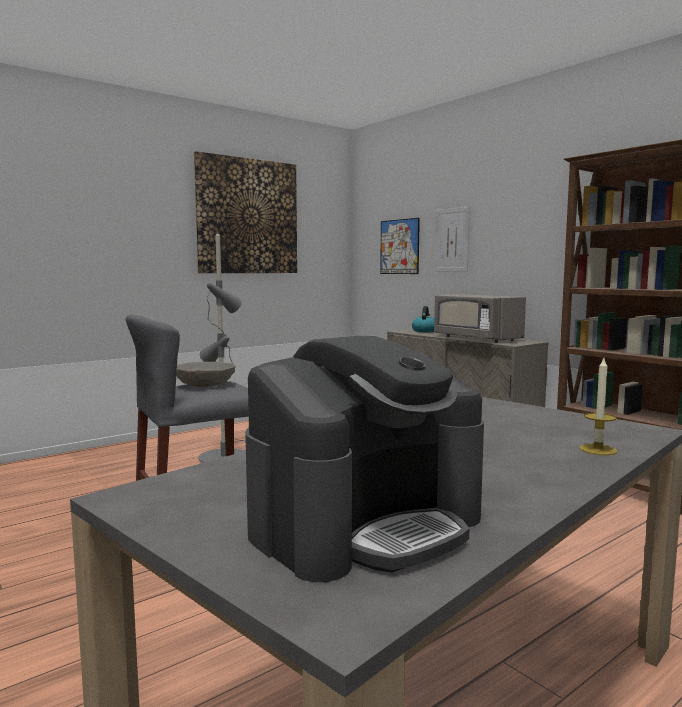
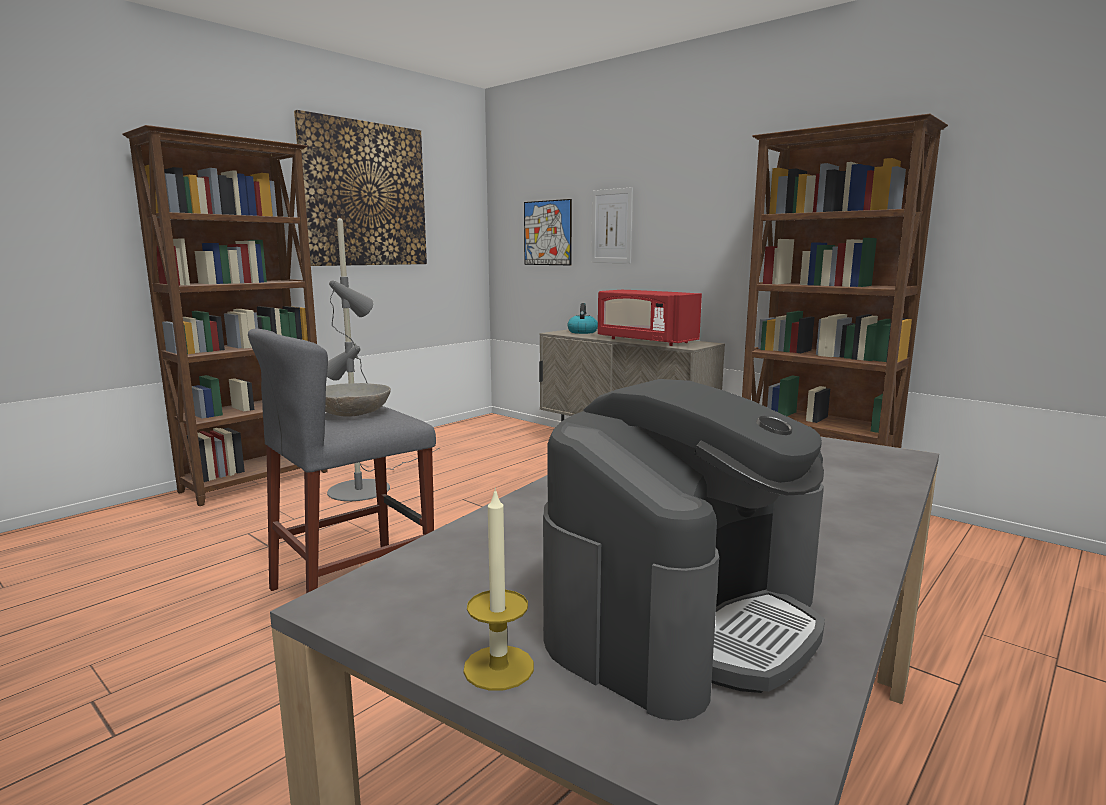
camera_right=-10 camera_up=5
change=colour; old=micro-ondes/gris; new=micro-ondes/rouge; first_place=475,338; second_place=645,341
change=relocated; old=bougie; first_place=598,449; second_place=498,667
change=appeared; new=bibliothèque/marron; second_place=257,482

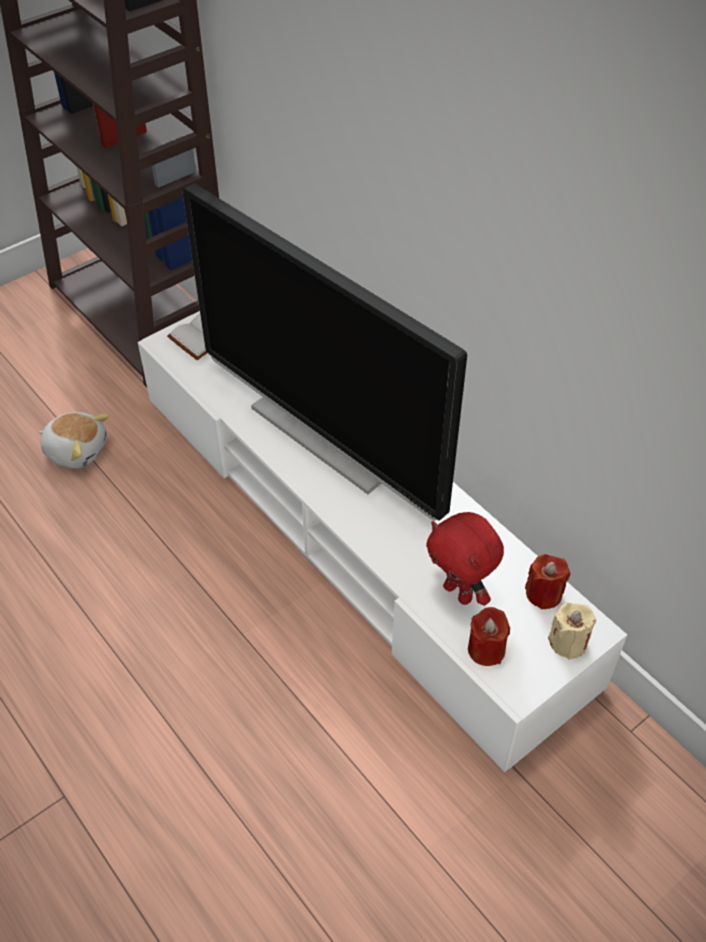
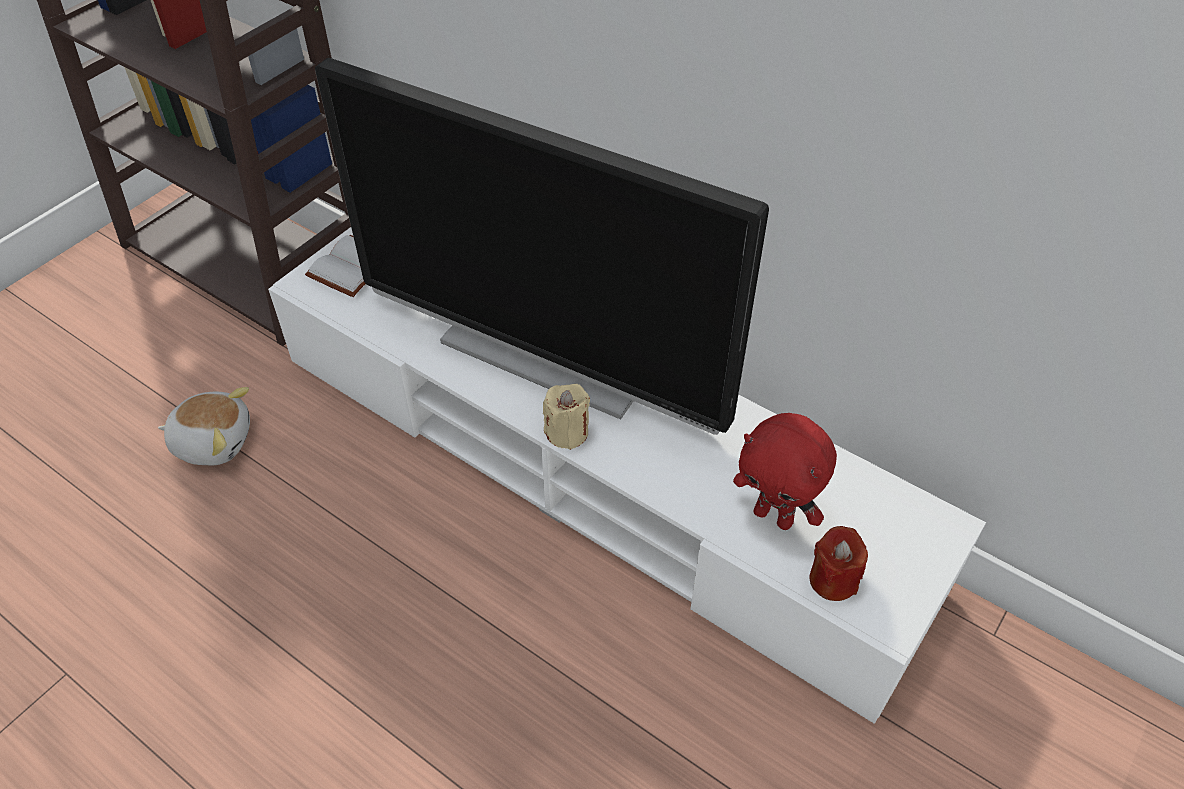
camera_right=-15 camera_up=0
change=missing; old=bougie/rouge; first_place=544,594
change=relocated; old=bougie/beige; first_place=568,642; second_place=567,432

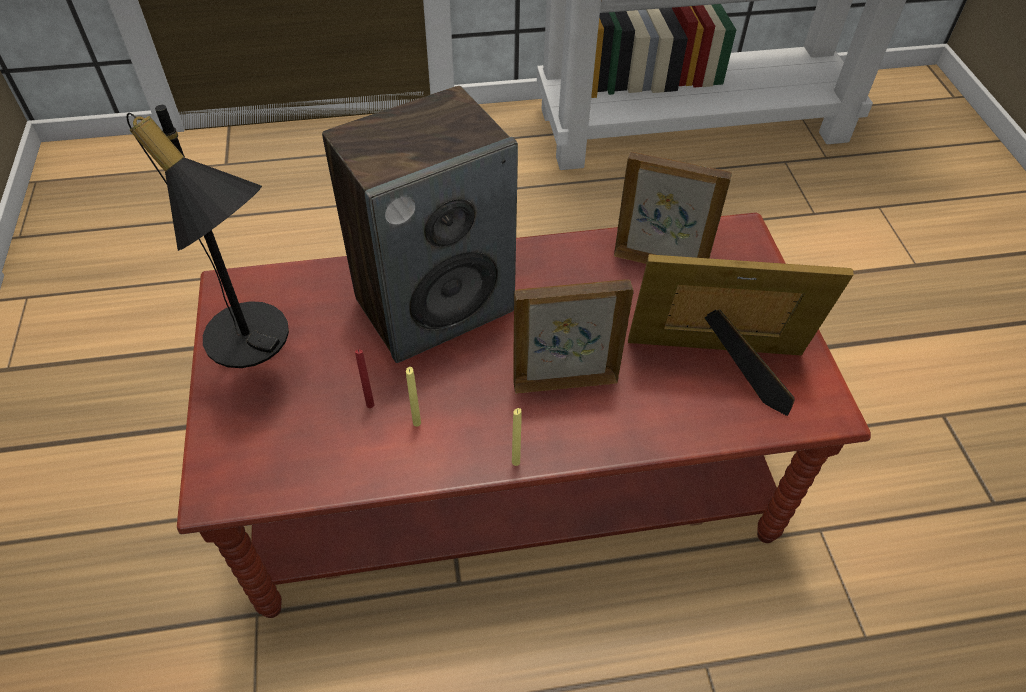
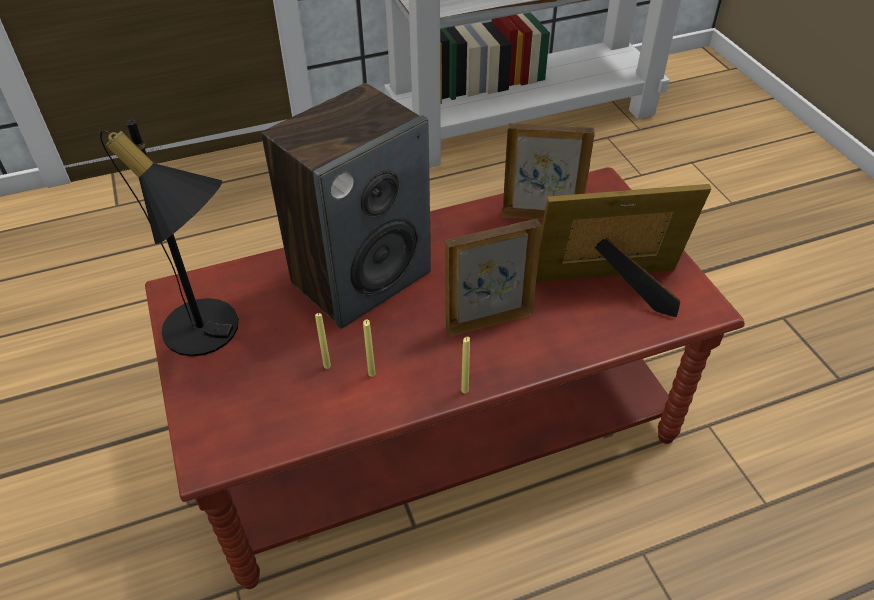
camera_right=-10 camera_up=-5
change=colour; old=bougie/rouge; new=bougie/jaune; first_place=370,405; second_place=327,366

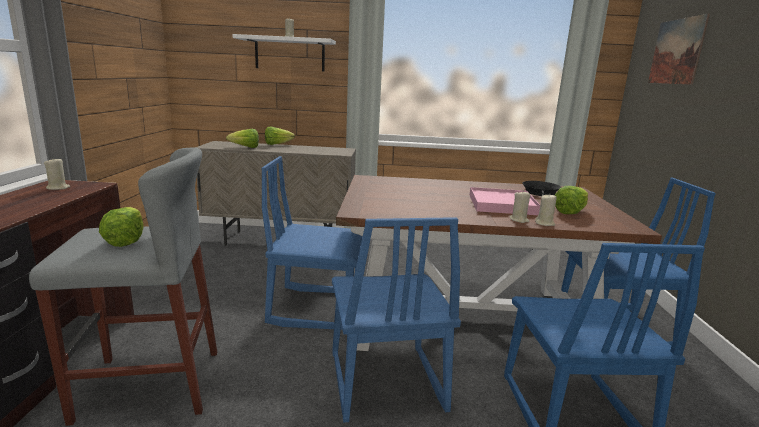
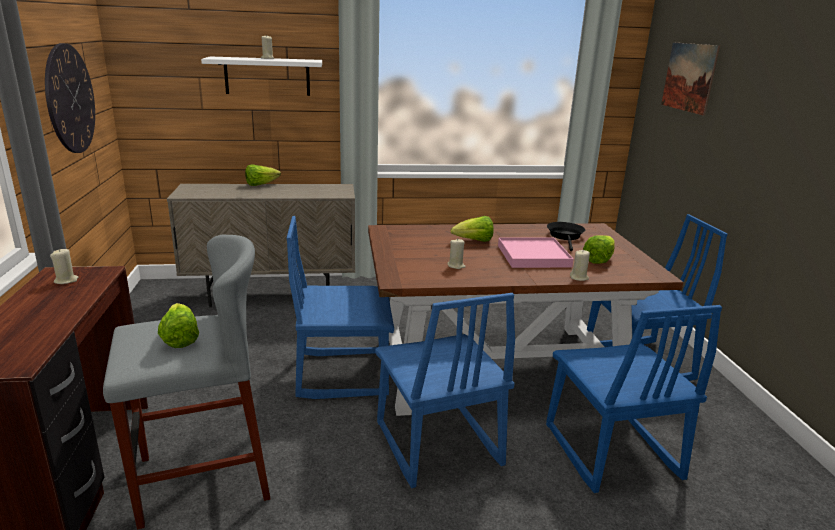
camera_right=-10 camera_up=5
change=relocated; old=laitue; first_place=245,147; second_place=474,241
change=relocated; old=bougie/beige; first_place=519,220; second_place=456,266
change=appeared; new=horloge murale; second_place=70,99

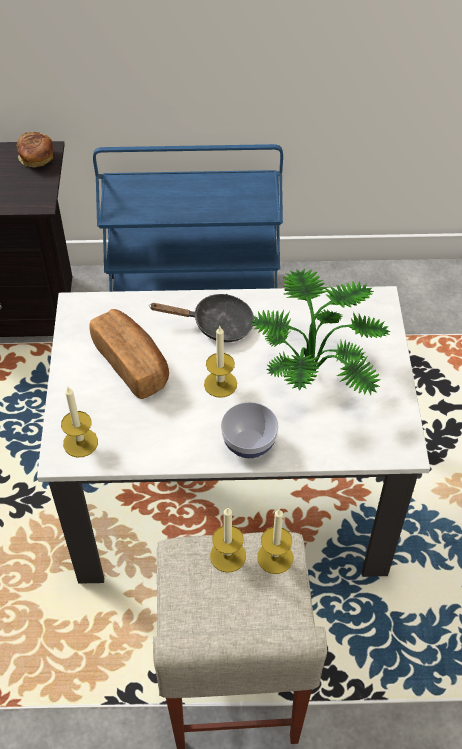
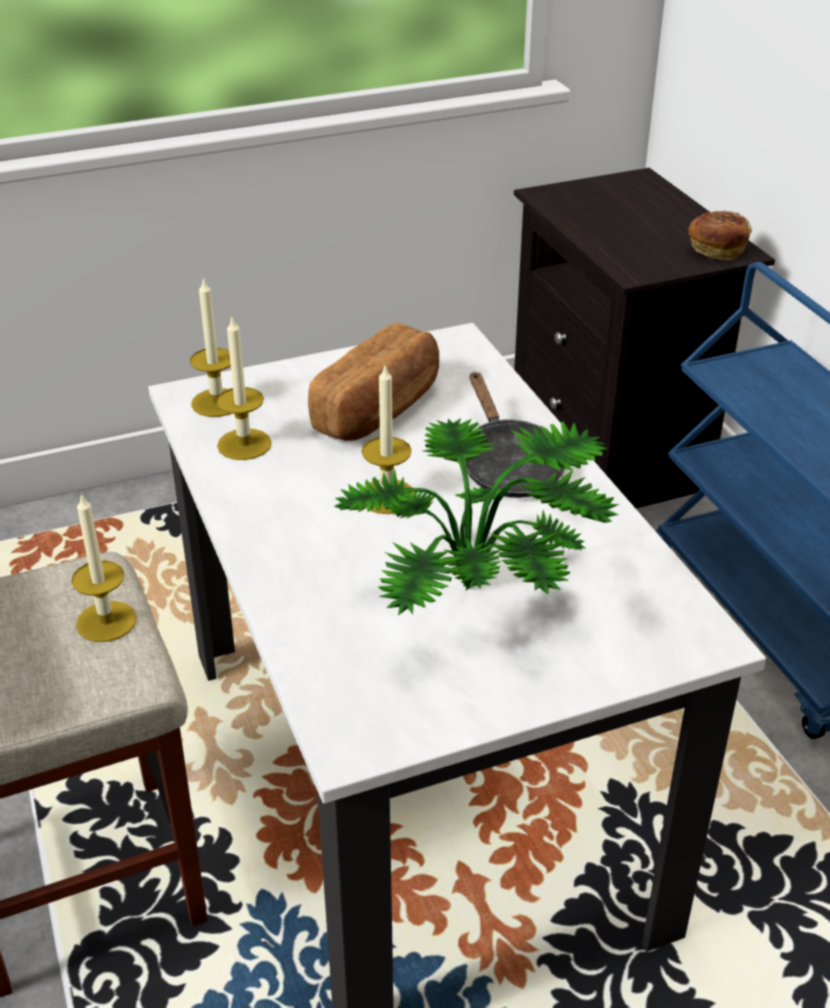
camera_right=70 camera_up=-15
change=missing; old=bol; first_place=249,444
change=relocated; old=bougie; first_place=275,557; second_place=244,444

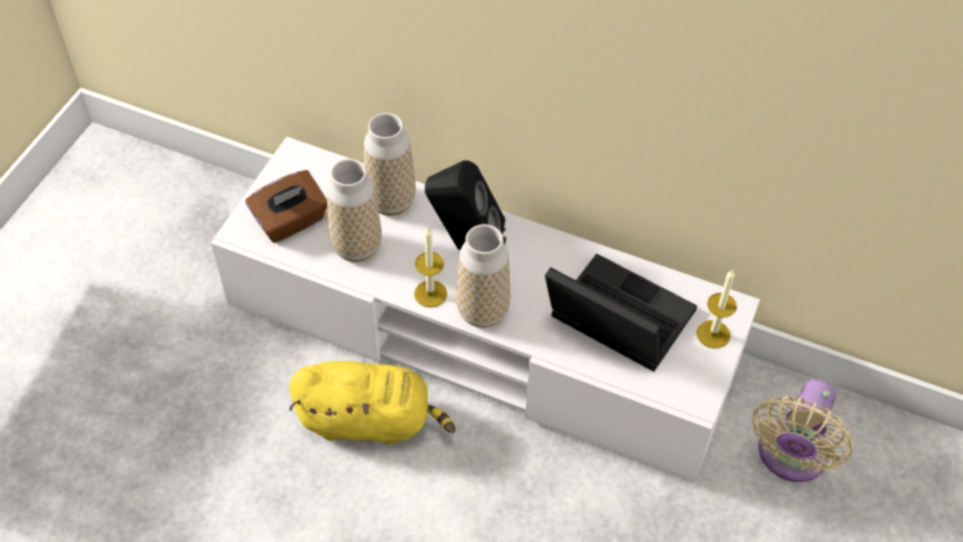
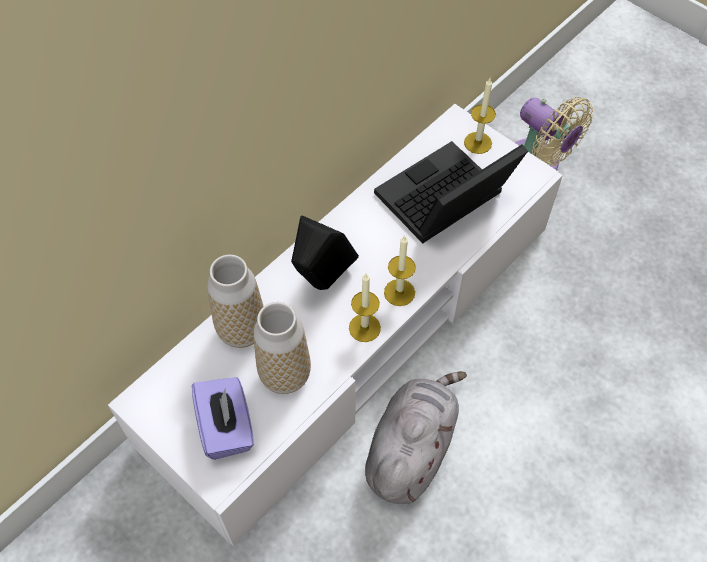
camera_right=-70 camera_up=5
change=colour; old=boîte à mouchoirs/marron; new=boîte à mouchoirs/violet; first_place=291,222; second_place=227,427
change=colour; old=peluche/jaune; new=peluche/gris; first_place=370,420; second_place=411,448
change=exchanged; old=vase; new=bougie; first_place=482,311; second_place=399,292

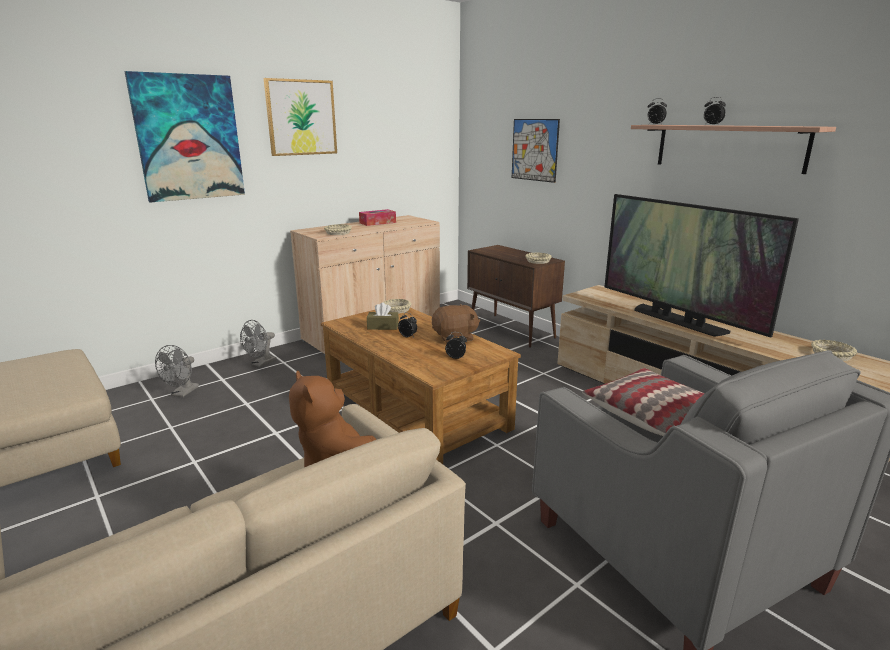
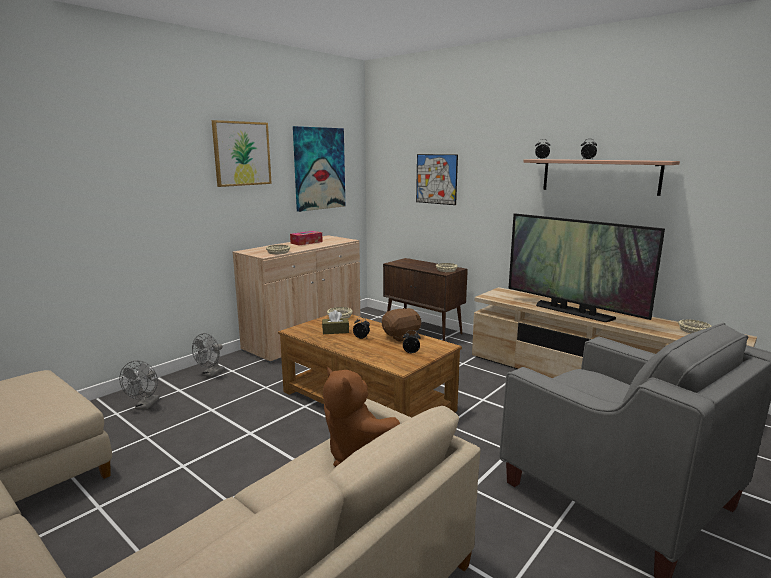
camera_right=-10 camera_up=-5
change=relocated; old=tableau; first_place=188,138; second_place=319,168
change=missing; old=coussin; first_place=652,413

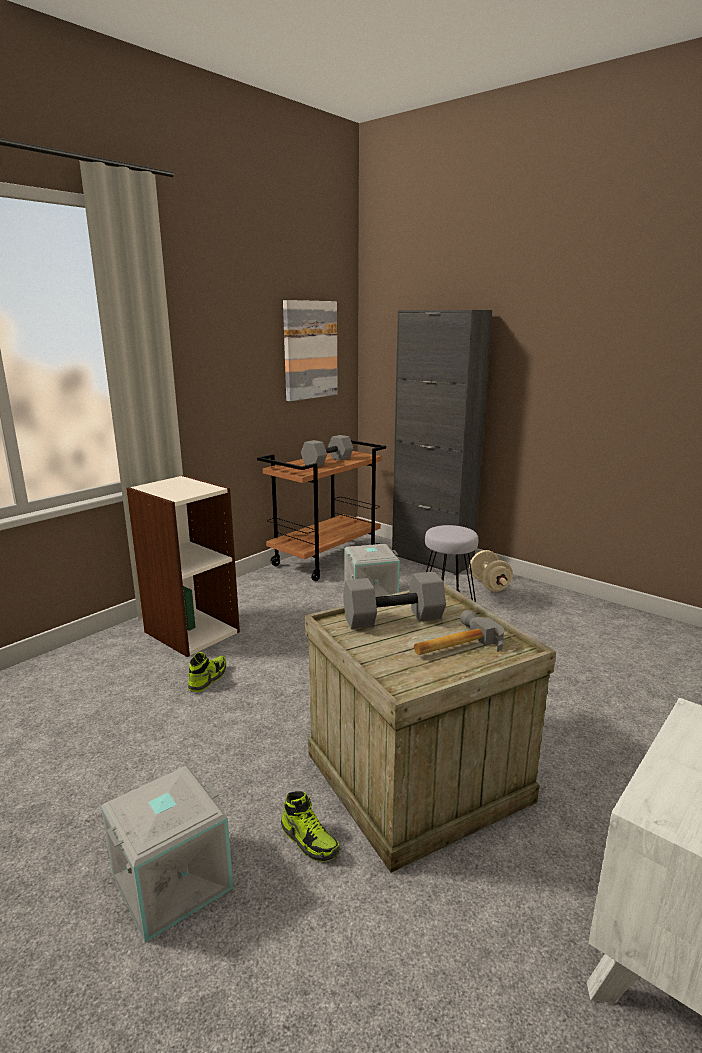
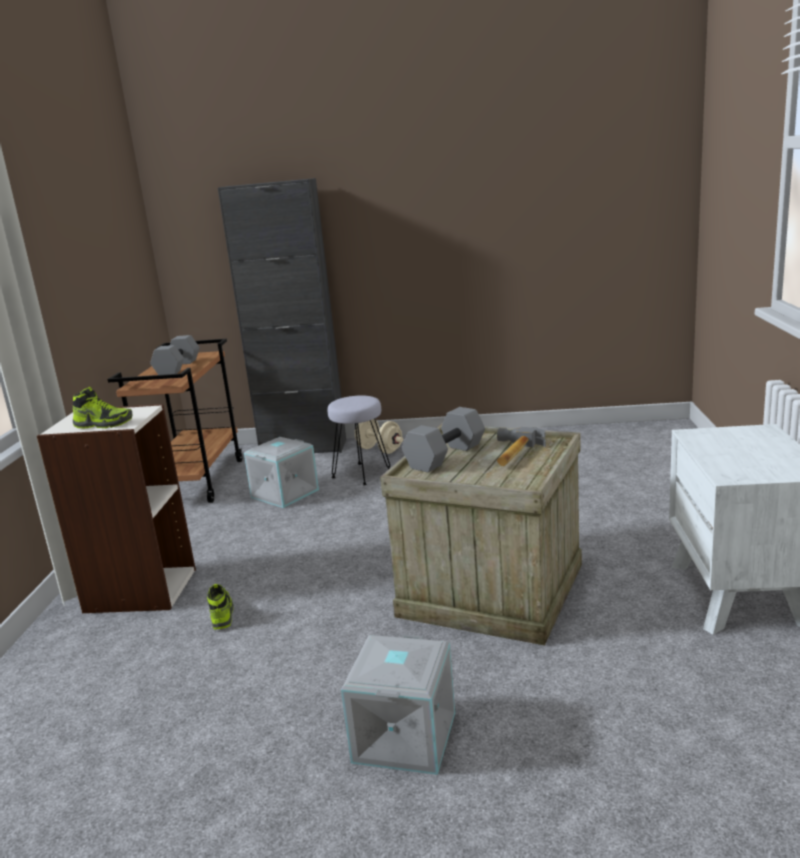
camera_right=-35 camera_up=0
change=relocated; old=chaussure; first_place=309,840; second_place=104,424
change=missing; old=tableau; first_place=309,350

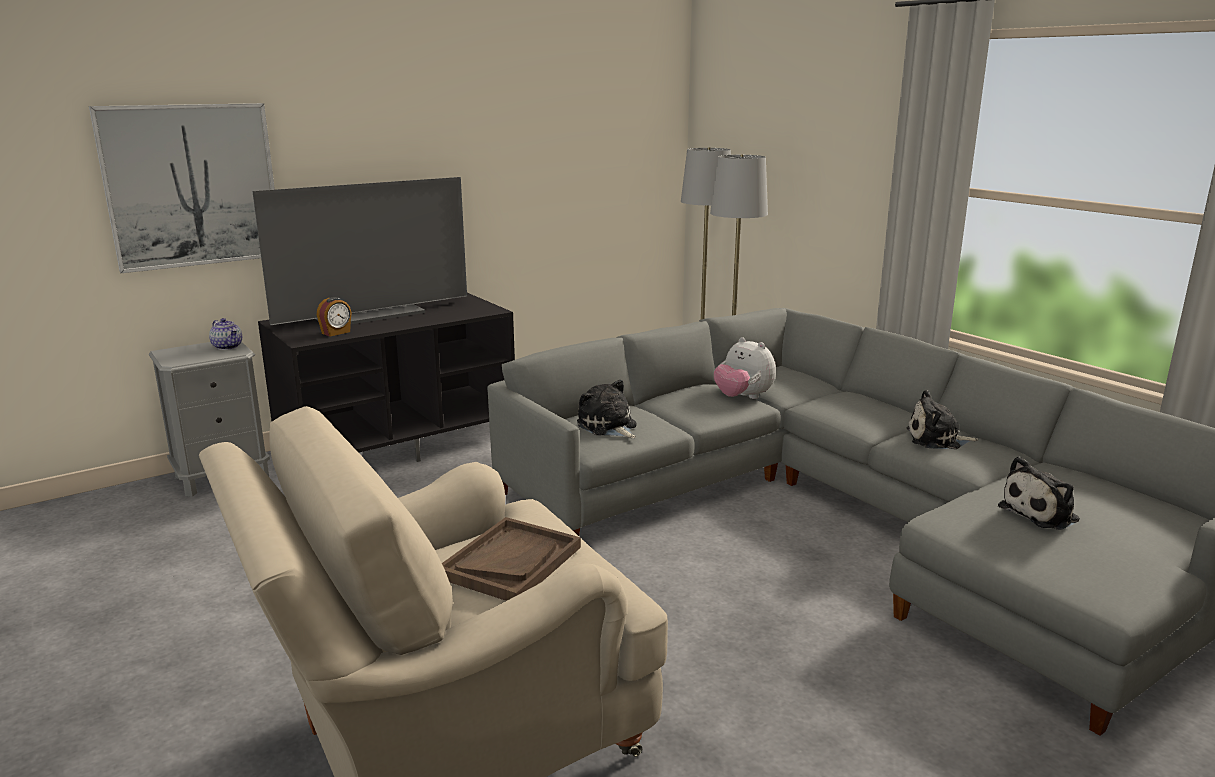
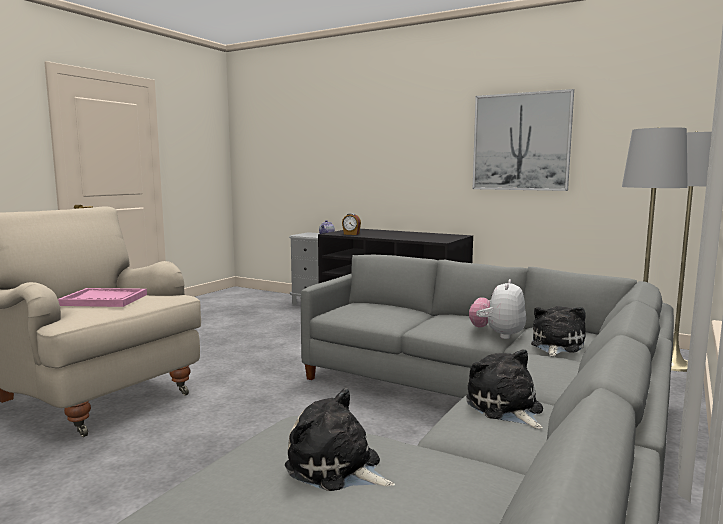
camera_right=65 camera_up=-10
change=relocated; old=tableau; first_place=192,186; second_place=521,142
change=missing; old=téléviseur; first_place=370,314
change=colour; old=plateau/marron; new=plateau/rose; first_place=510,562; second_place=104,300
change=relocated; old=peluche; first_place=608,426; second_place=555,345

